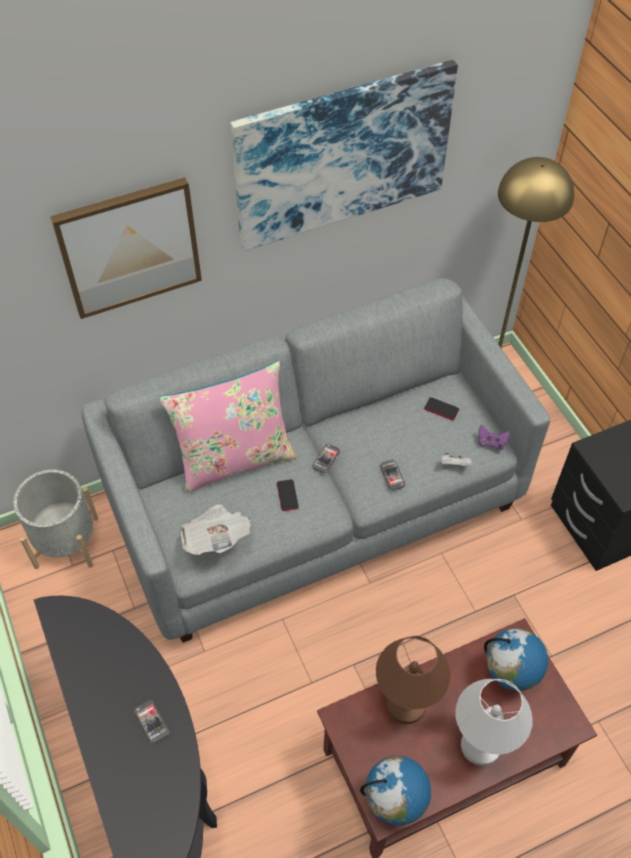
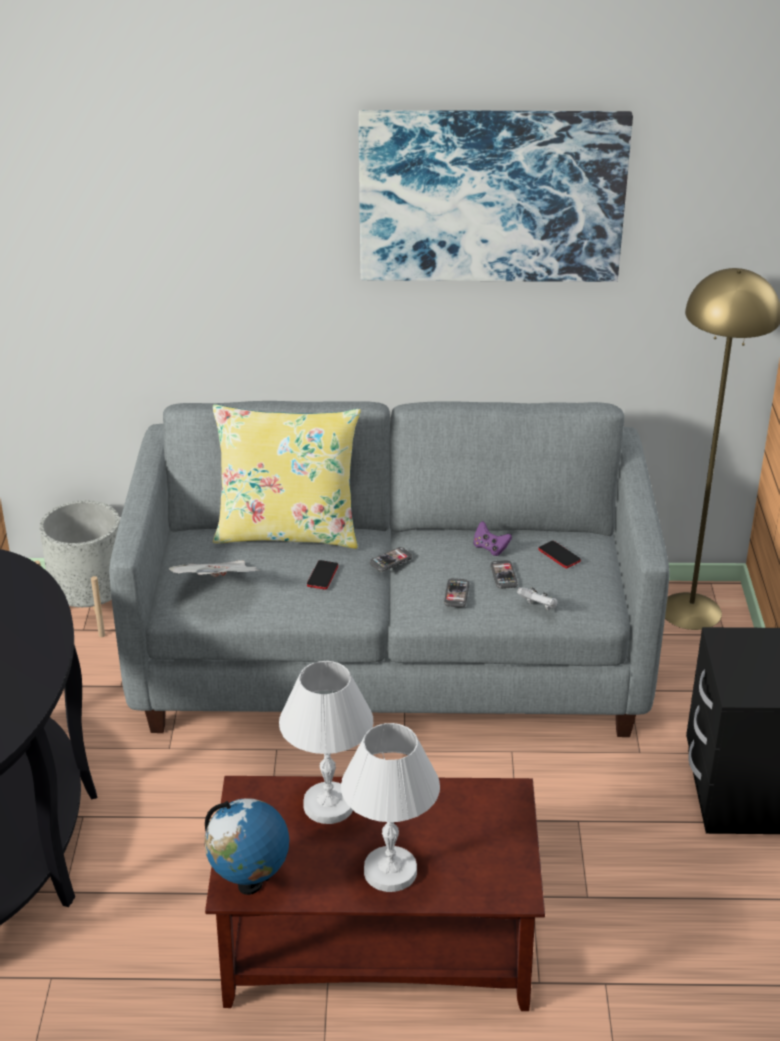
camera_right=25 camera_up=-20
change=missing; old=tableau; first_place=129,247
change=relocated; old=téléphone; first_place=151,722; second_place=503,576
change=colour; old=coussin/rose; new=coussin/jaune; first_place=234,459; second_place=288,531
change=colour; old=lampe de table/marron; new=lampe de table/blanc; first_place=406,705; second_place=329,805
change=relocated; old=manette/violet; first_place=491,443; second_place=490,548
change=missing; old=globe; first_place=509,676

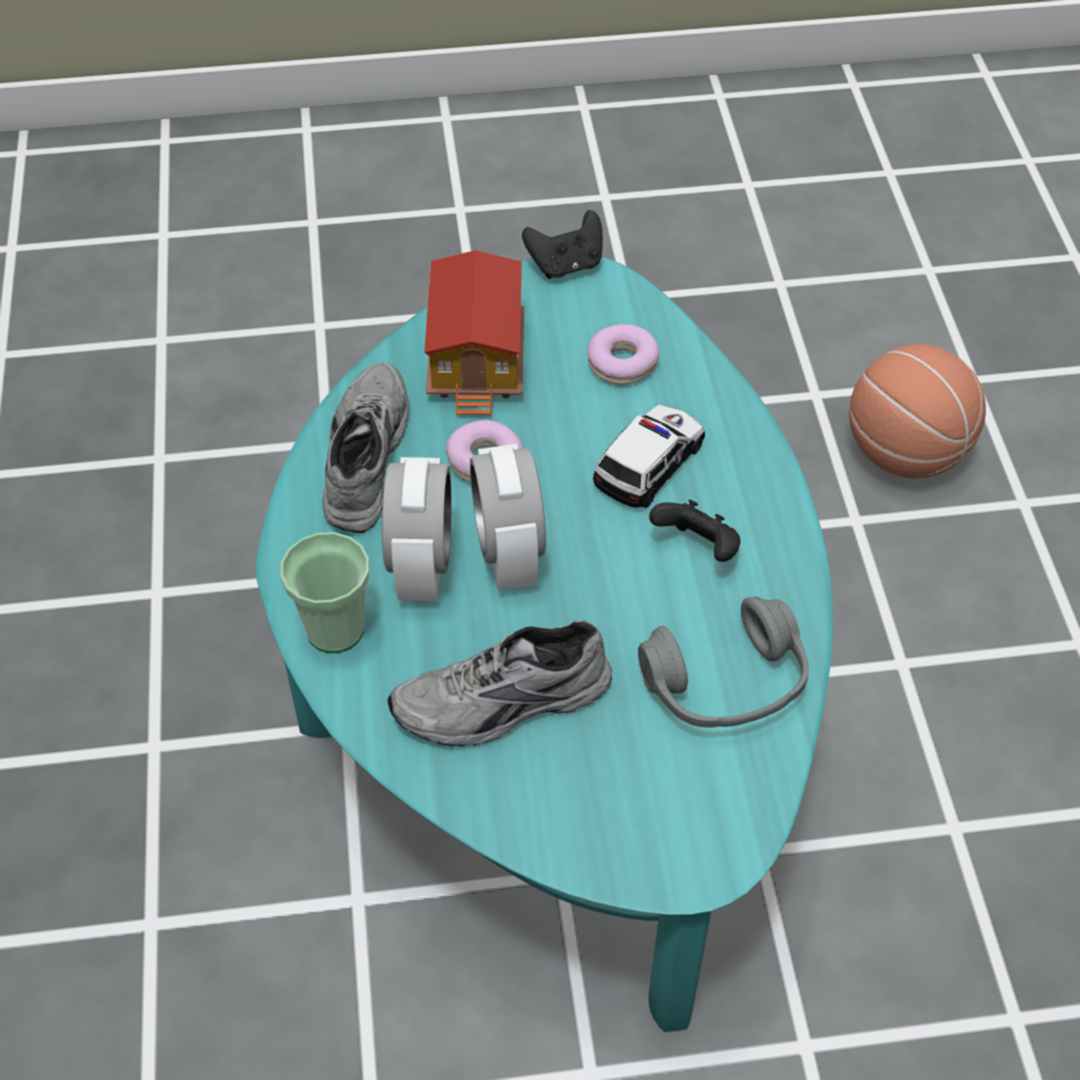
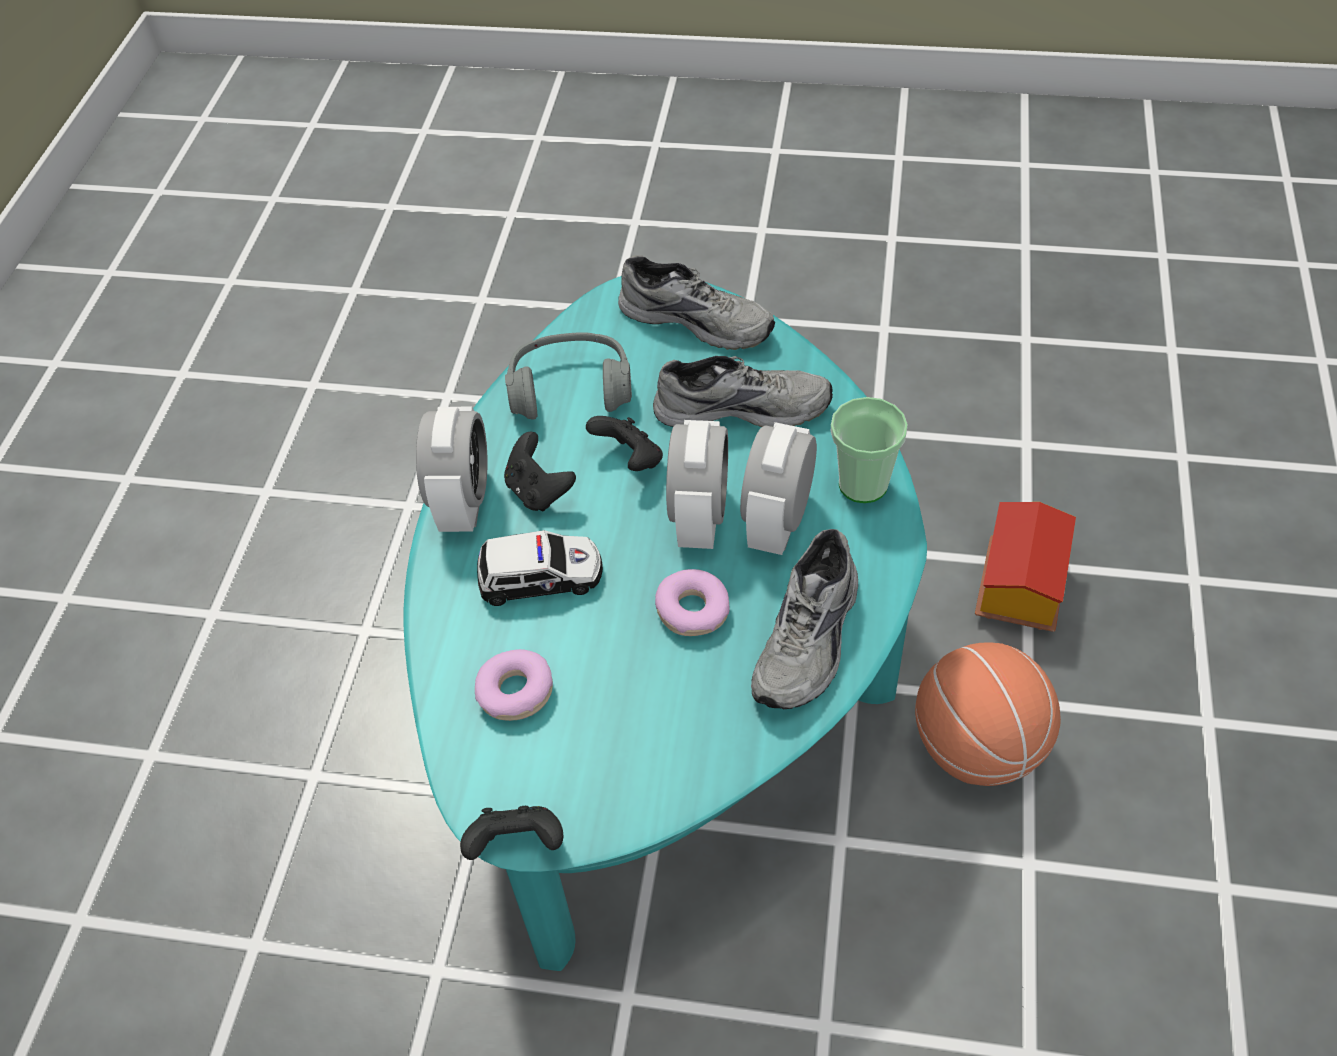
camera_right=-160 camera_up=0
change=relocated; old=maison miniature; first_place=479,362; second_place=1018,588
change=spun; old=petite voiture; first_place=649,462; second_place=541,576; degrees=-150
change=relocated; old=ballon de basket; first_place=904,453; second_place=978,748
change=appeared; new=réveil; second_place=464,502
change=appeared; new=manette/noir; second_place=630,460
change=appeared; new=chaussure/gris; second_place=698,318

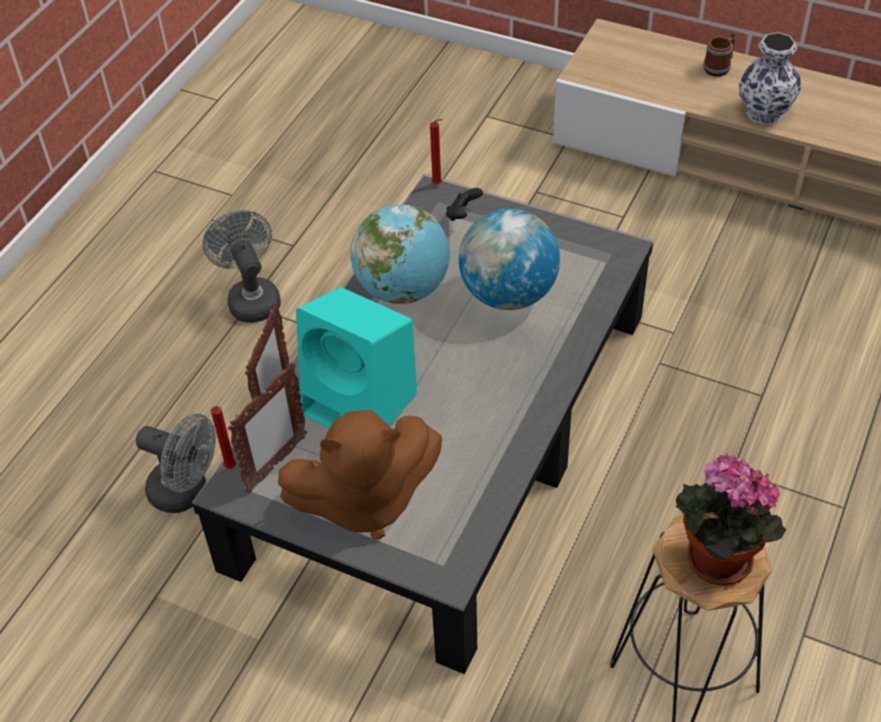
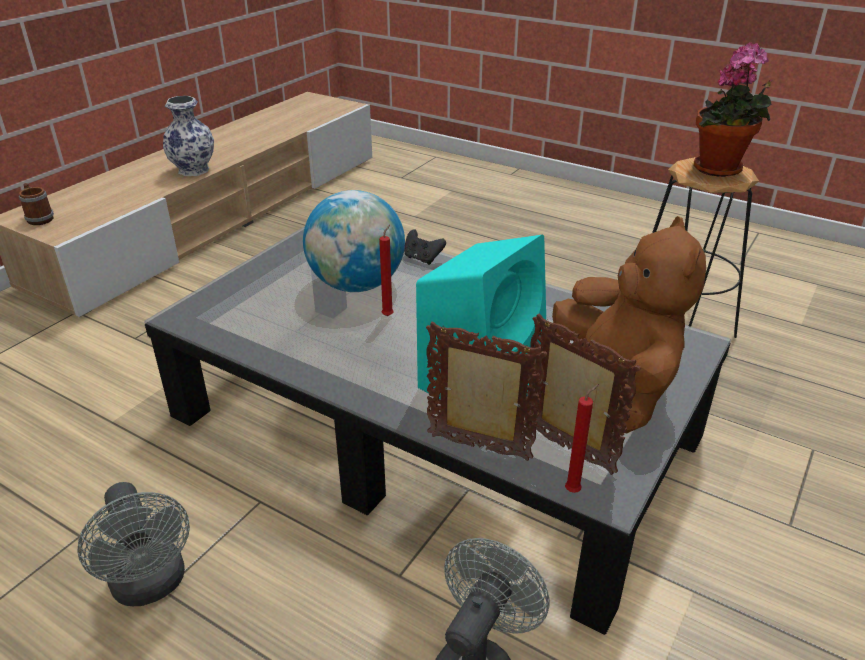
camera_right=-85 camera_up=-15
change=spun; old=ventilateur/gris; first_place=251,298; second_place=151,586; degrees=-105
change=missing; old=globe; first_place=403,289
change=relocated; old=bougie/rouge; first_place=438,184; second_place=388,315
change=relocated; old=manette/noir; first_place=462,215; second_place=422,259
change=relocated; old=mug; first_place=719,67; second_place=39,218

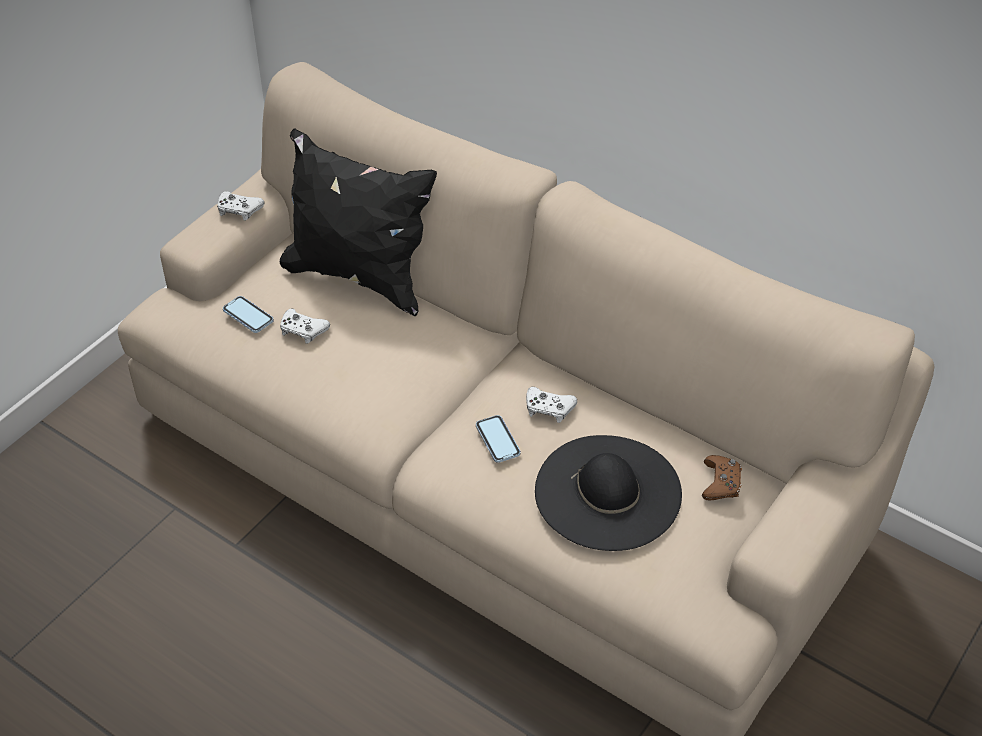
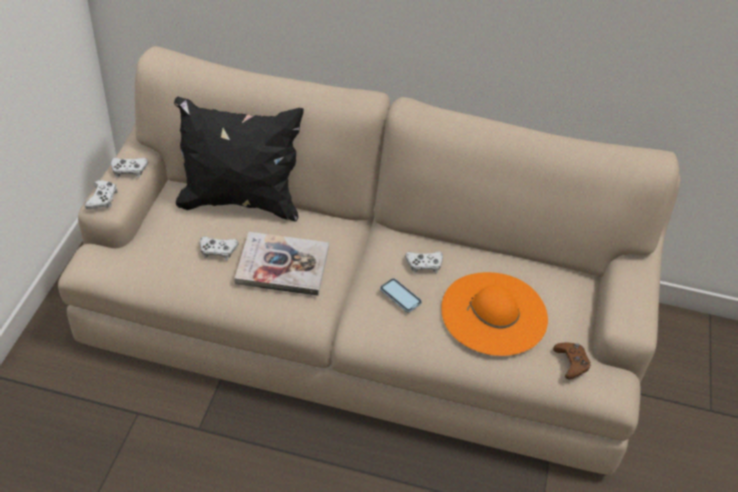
camera_right=-25 camera_up=0
change=missing; old=téléphone; first_place=248,316
change=colour; old=chapeau/noir; new=chapeau/orange; first_place=608,492; second_place=494,313
change=relocated; old=manette/marron; first_place=721,483; second_place=571,362
change=appeared; new=manette/blanc; second_place=102,198
change=appeared; new=livre; second_place=282,265

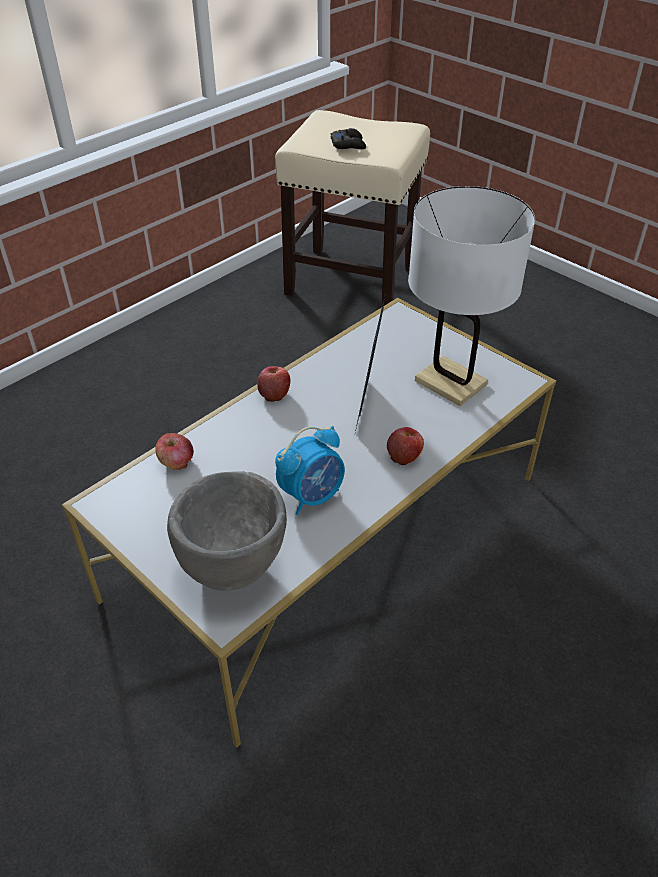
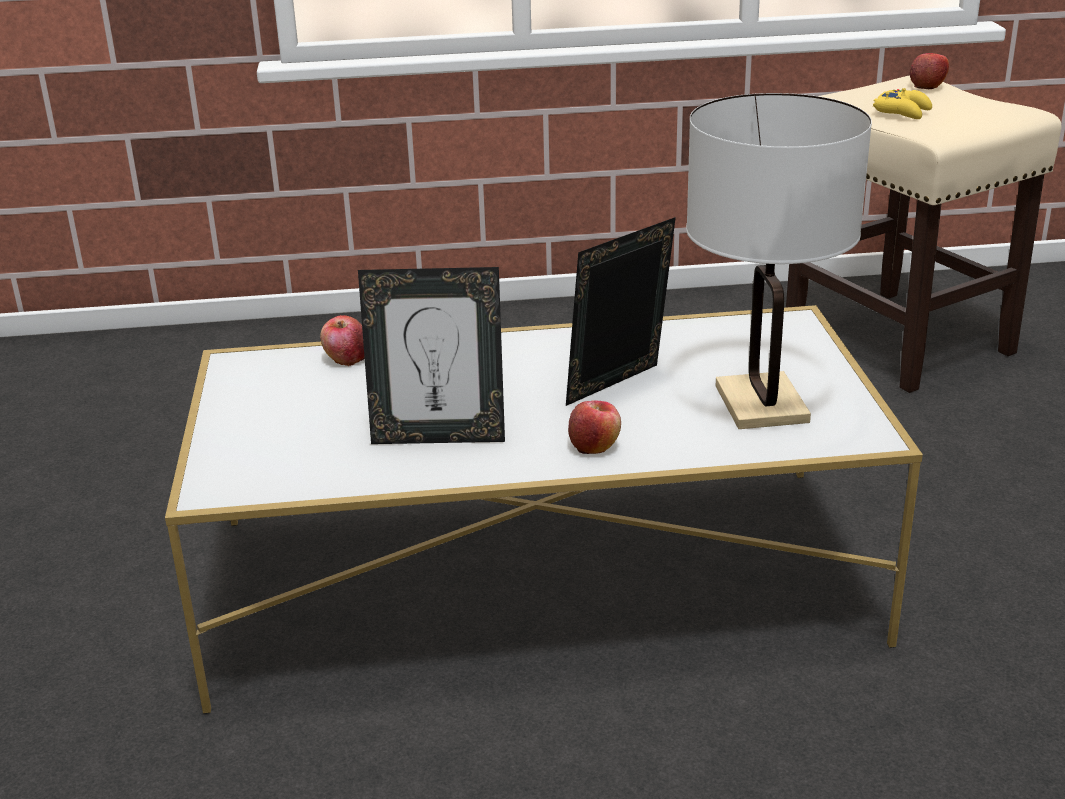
camera_right=40 camera_up=-15
change=missing; old=bol/gris; first_place=234,570
change=relocated; old=pomme; first_place=274,393; second_place=927,85
change=exchanged; old=réveil; new=cadre photo; first_place=312,496; second_place=438,437
change=colour; old=manette/noir; new=manette/jaune; first_place=348,144; second_place=902,111

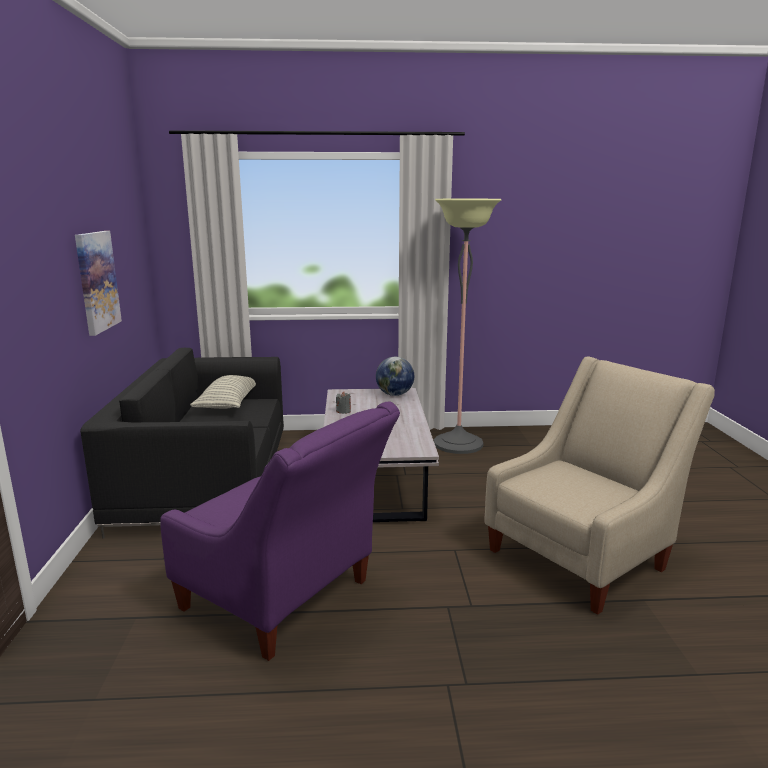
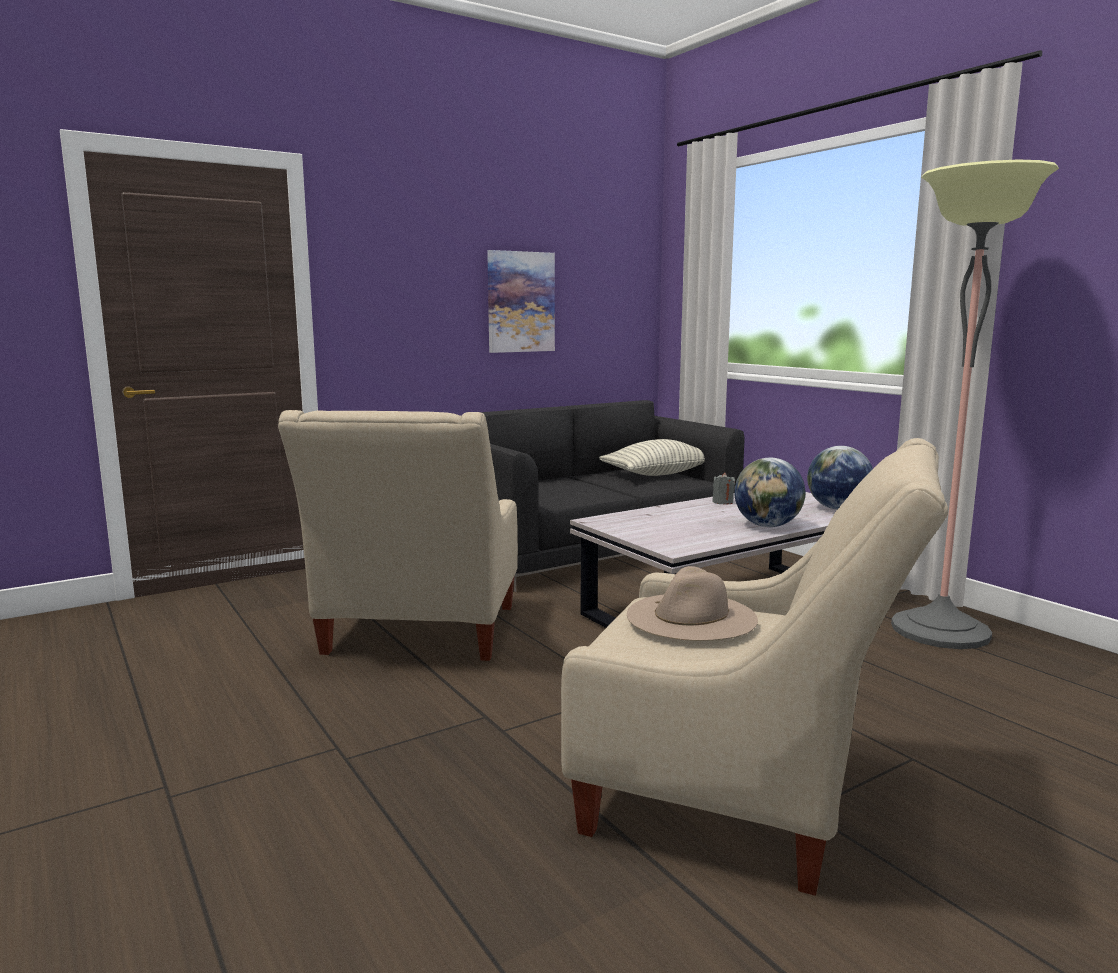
camera_right=60 camera_up=-5
change=colour; old=fauteuil/violet; new=fauteuil/beige; first_place=285,600; second_place=417,635
change=appeared; new=chapeau/beige; second_place=691,616
change=appeared; new=globe; second_place=768,526

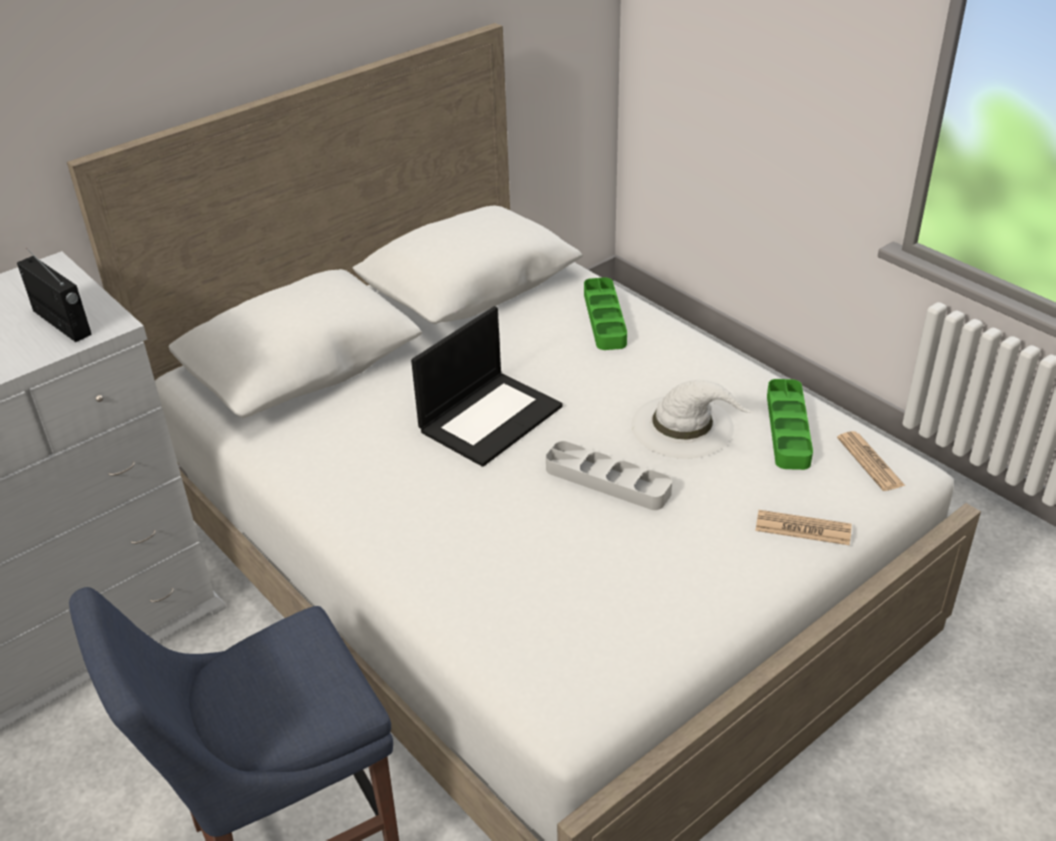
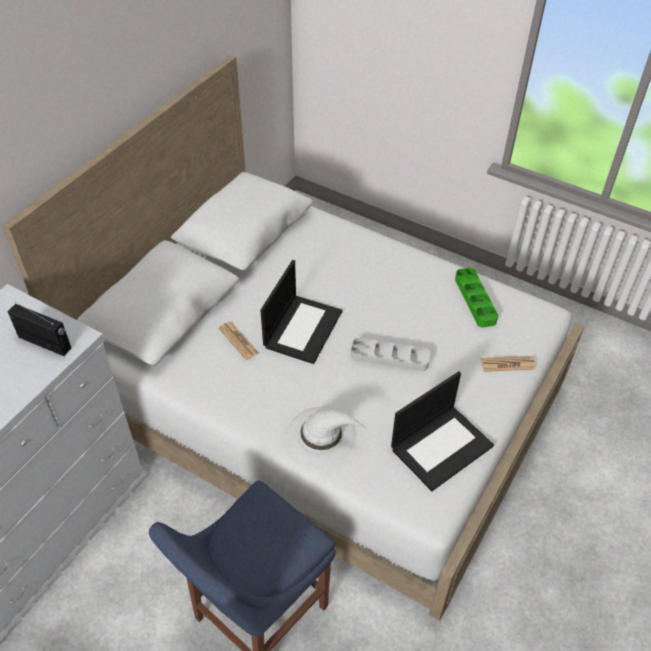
camera_right=-20 camera_up=10
change=missing; old=plateau/vert; first_place=604,318
change=relocated; old=chapeau/blanc; first_place=684,426; second_place=322,435
change=relocated; old=journal; first_place=870,462; second_place=238,341
change=appeared; new=ordinateur portable; second_place=441,446

